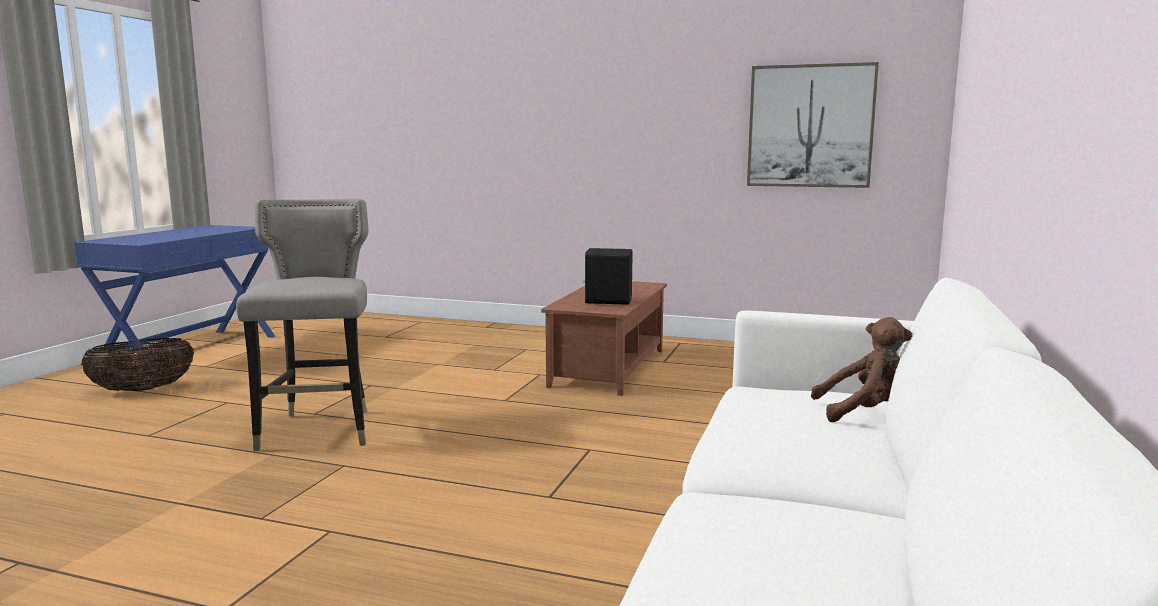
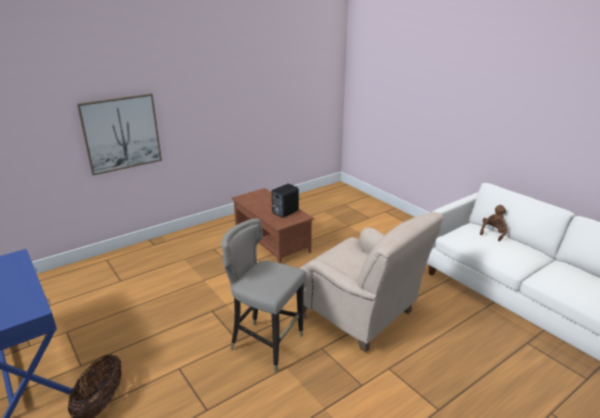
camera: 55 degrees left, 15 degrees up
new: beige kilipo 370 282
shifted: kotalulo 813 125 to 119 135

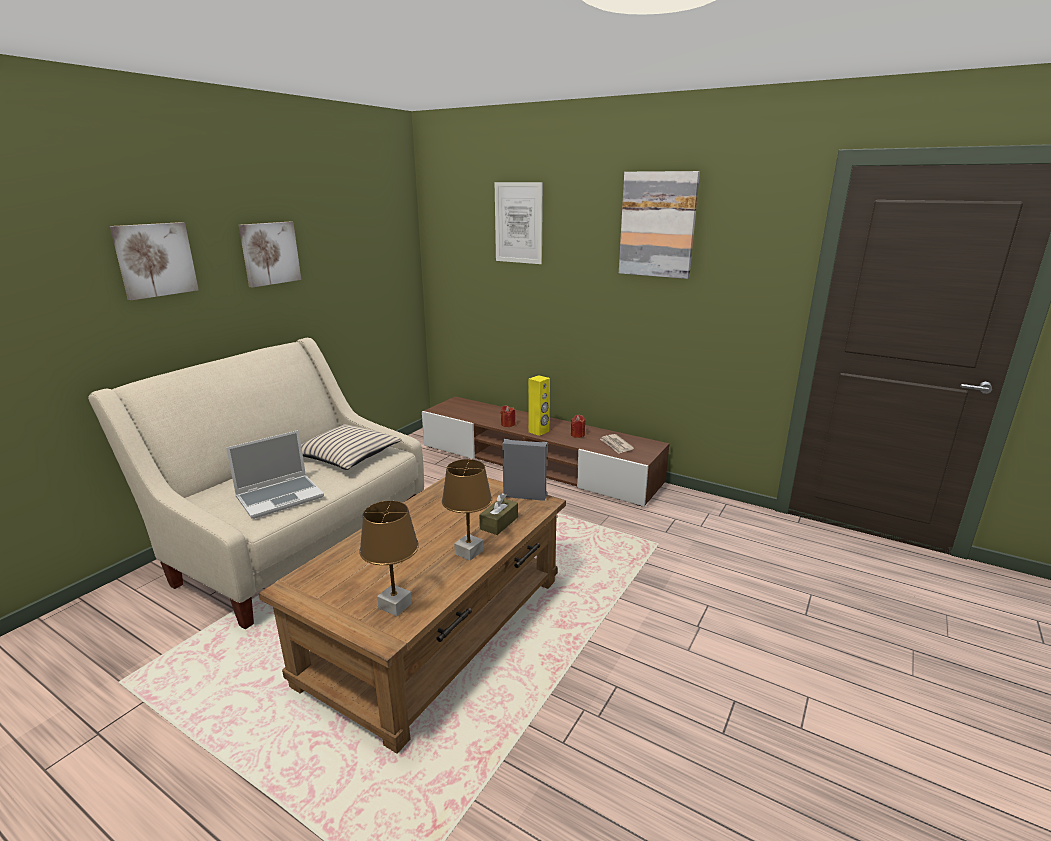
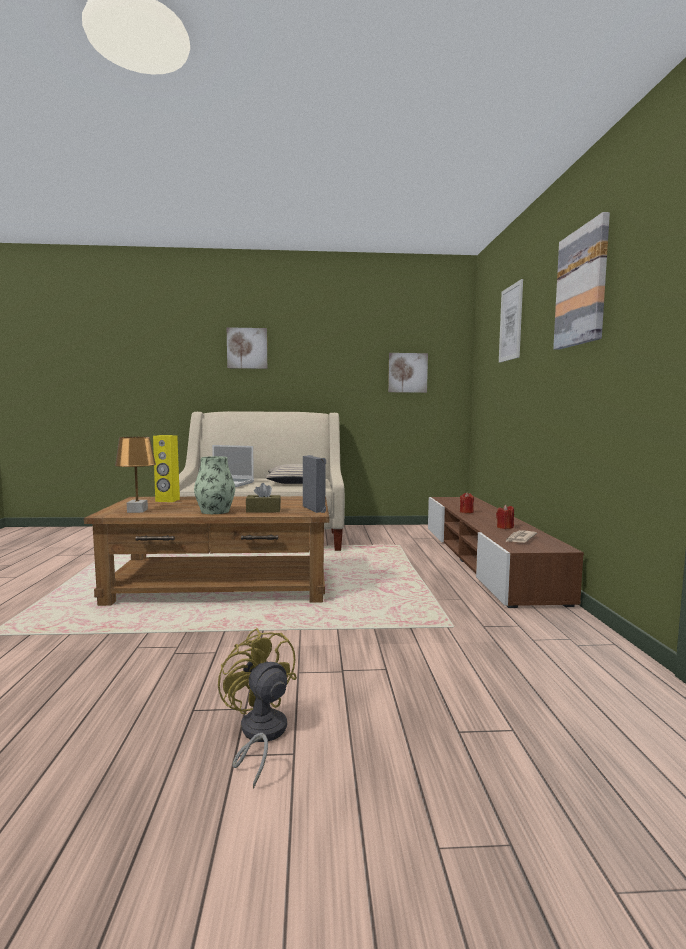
camera: 55 degrees right, 15 degrees down
new: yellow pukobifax 257 708
shifted: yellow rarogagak 539 405 to 166 468; kotalulo 270 255 to 408 373
swapped: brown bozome 467 510 to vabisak 214 485

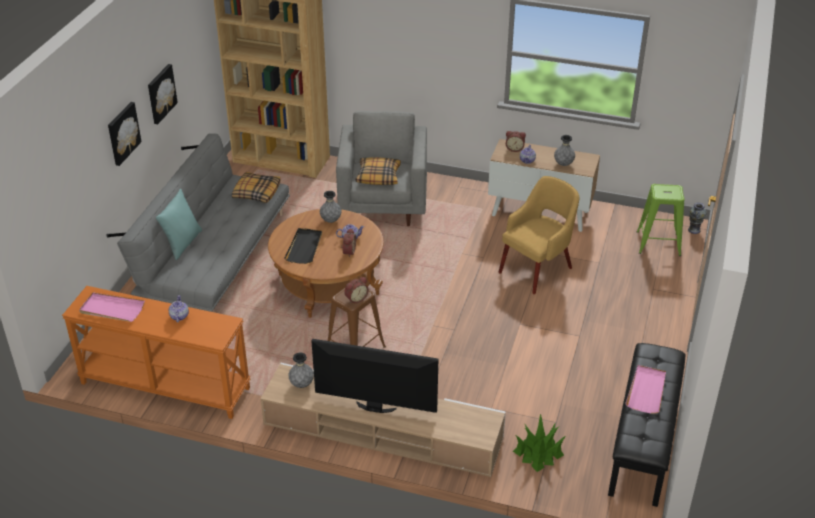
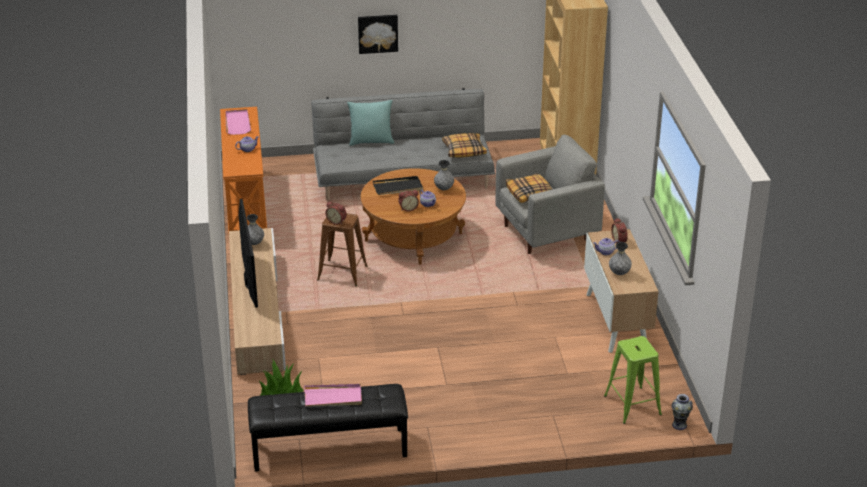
camera: 65 degrees right, 5 degrees down
gone: kotalulo 163 94; yellow kilipo 539 235

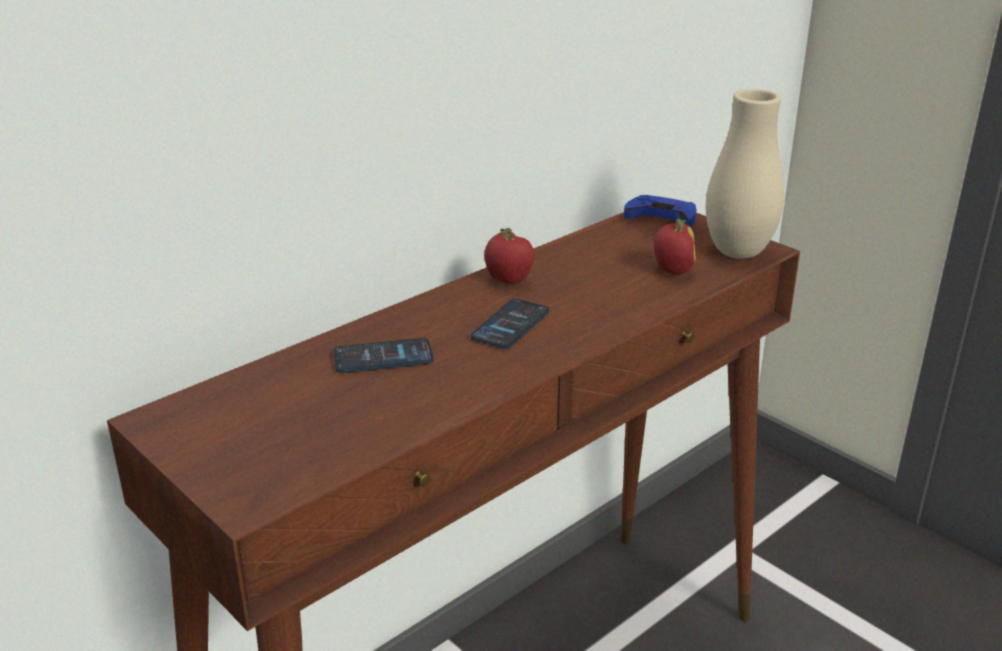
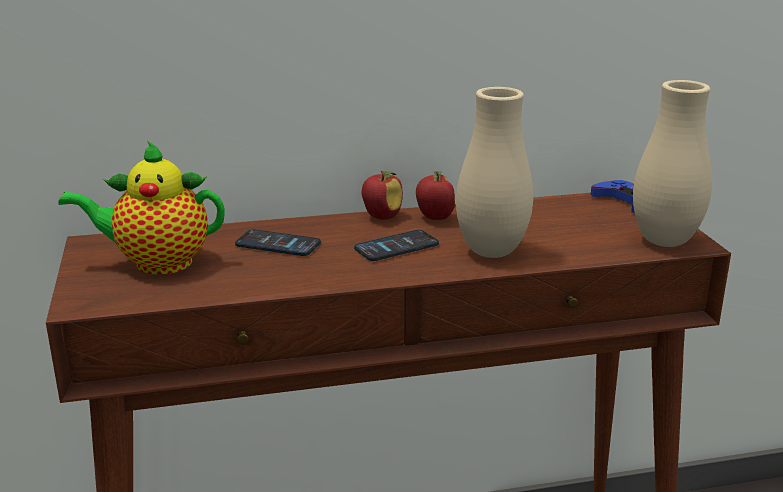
camera: 30 degrees right, 5 degrees down
new: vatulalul 141 207; beige vabisak 494 172
shifted: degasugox 674 246 to 382 195

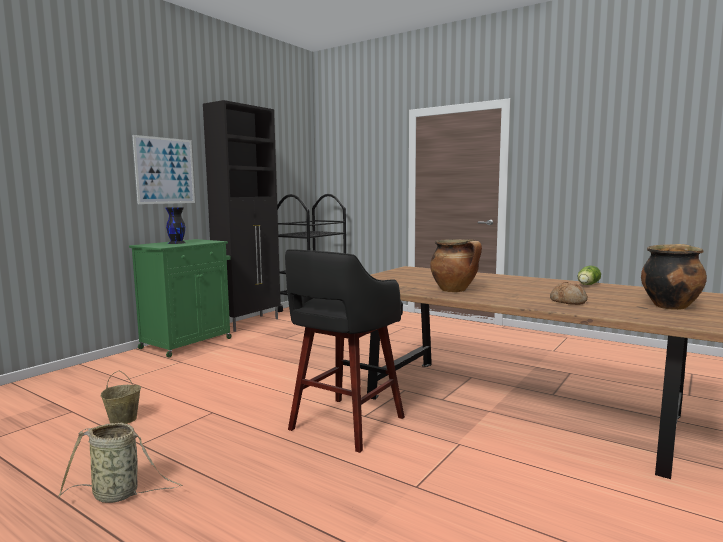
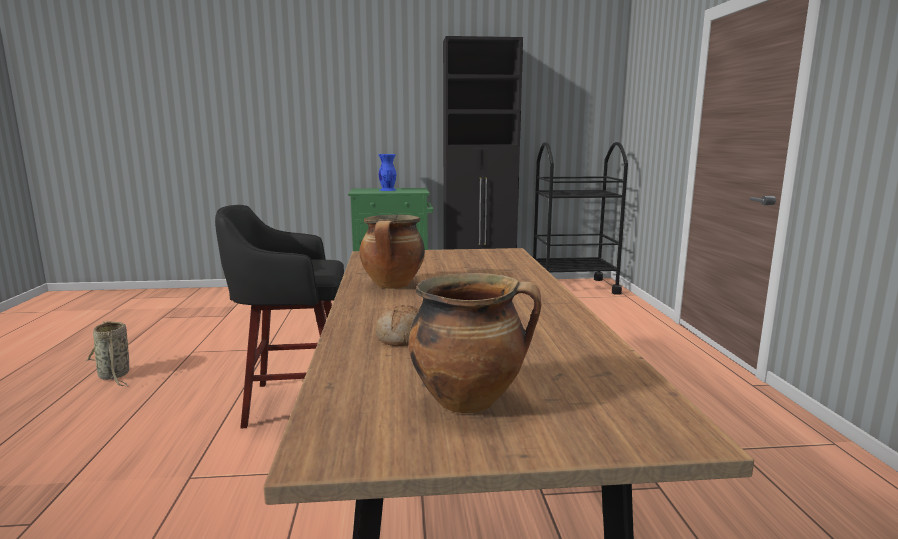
camera: 50 degrees right, 5 degrees up
gone: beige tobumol 121 397; kotalulo 164 169; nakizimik 589 275
repainted: black vabisak 176 225 to blue vabisak 387 172

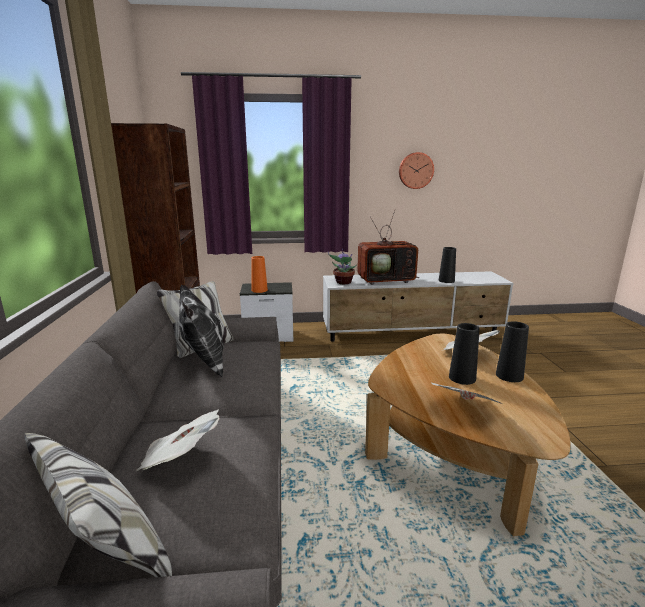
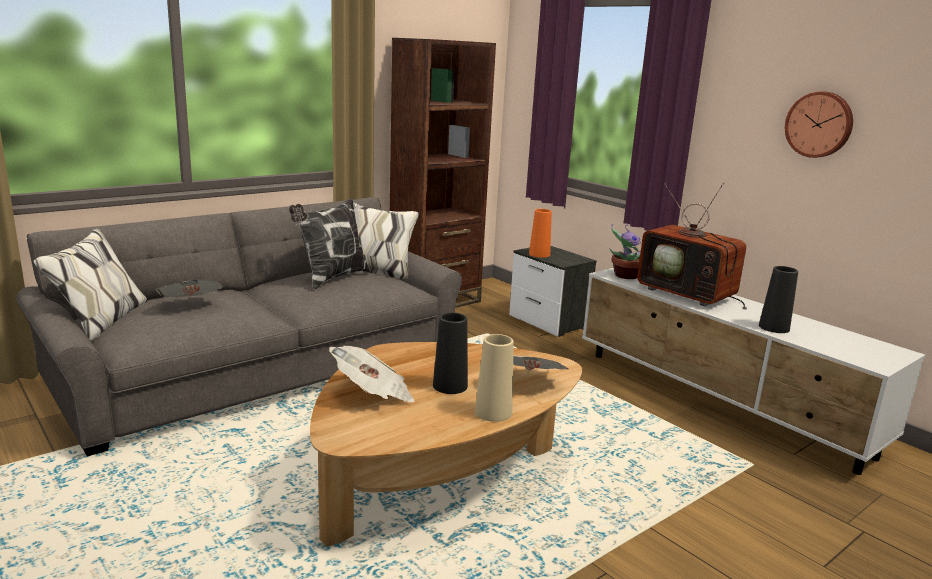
camera: 55 degrees right, 0 degrees up
repainted: black vabisak 512 351 to beige vabisak 494 378

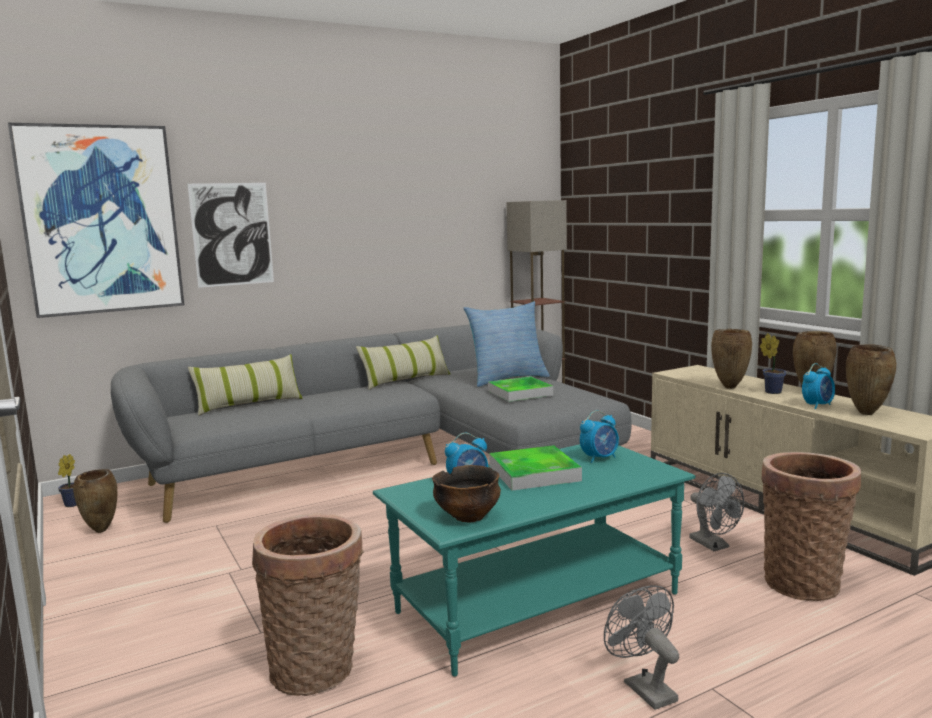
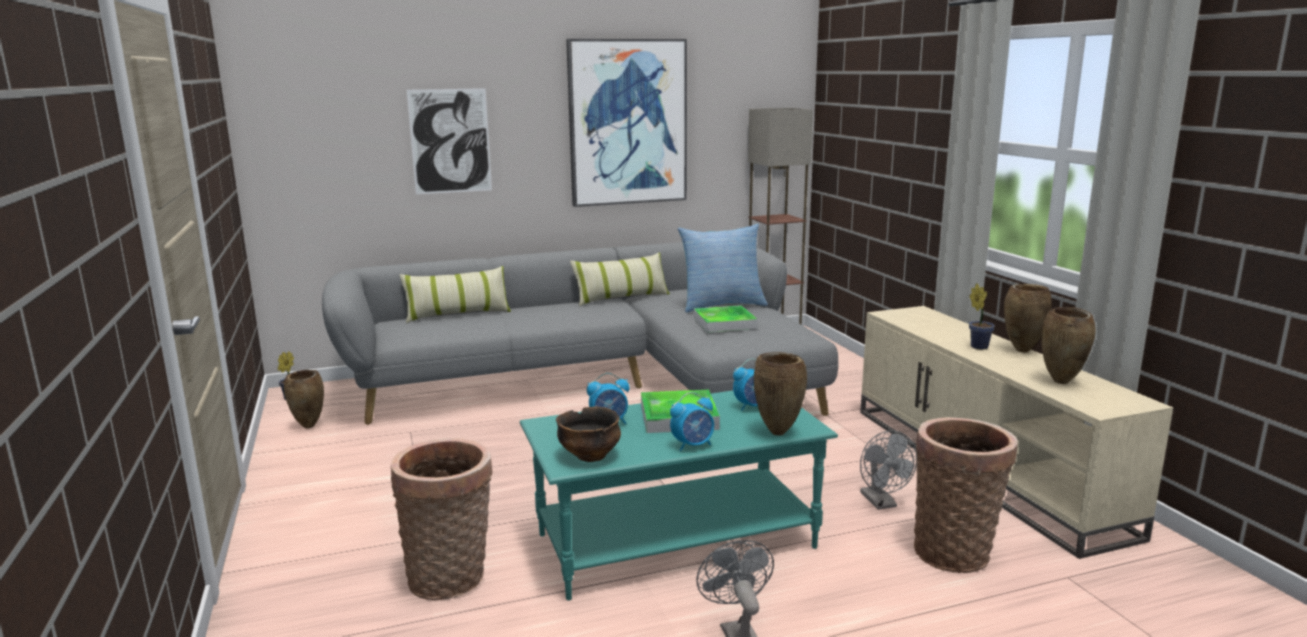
camera: 10 degrees right, 5 degrees up
shifted: kotalulo 96 220 to 626 123; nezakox 818 386 to 692 422; brown vabisak 731 359 to 780 394

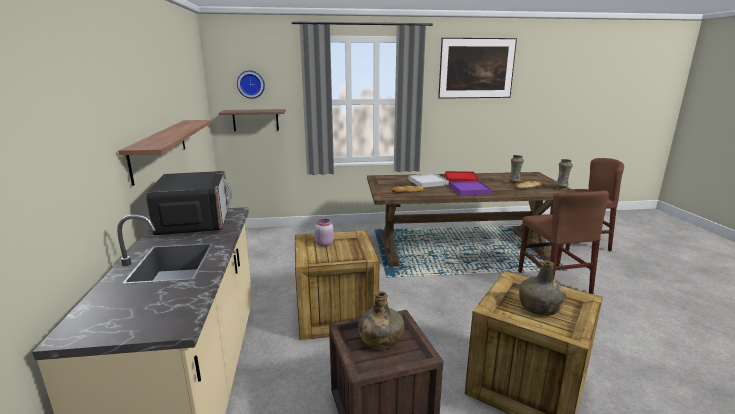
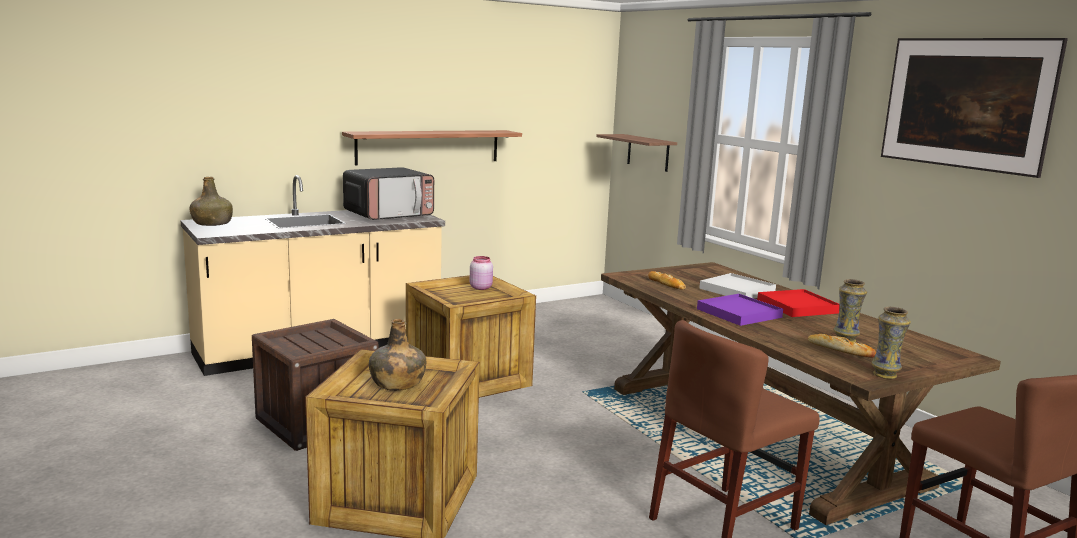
camera: 65 degrees right, 5 degrees down
gone: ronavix 251 84
shifted: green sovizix 381 320 to 211 201

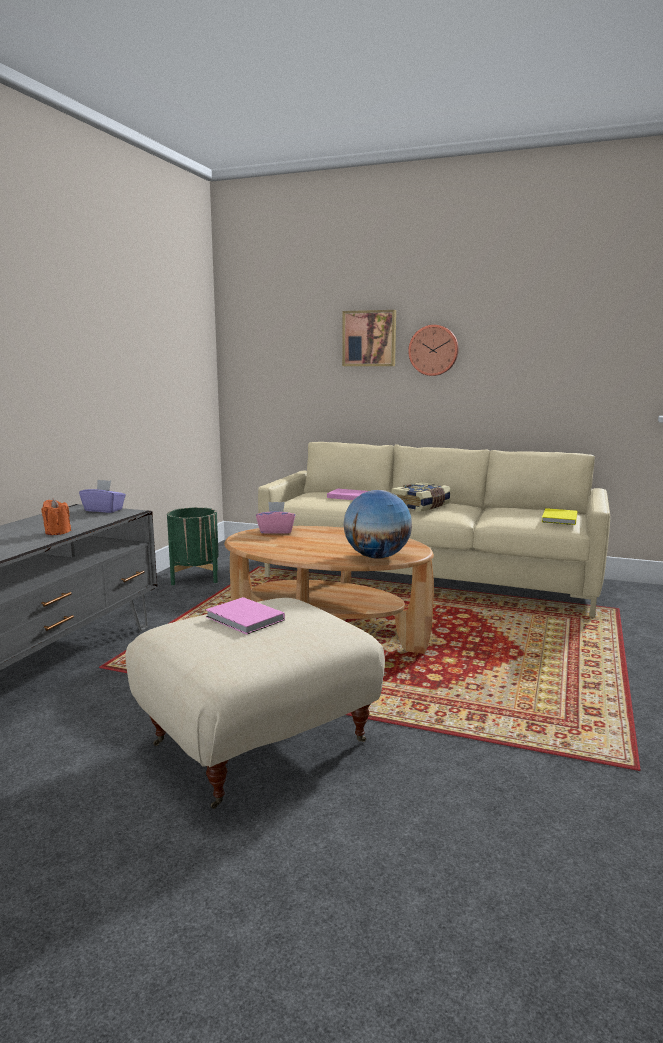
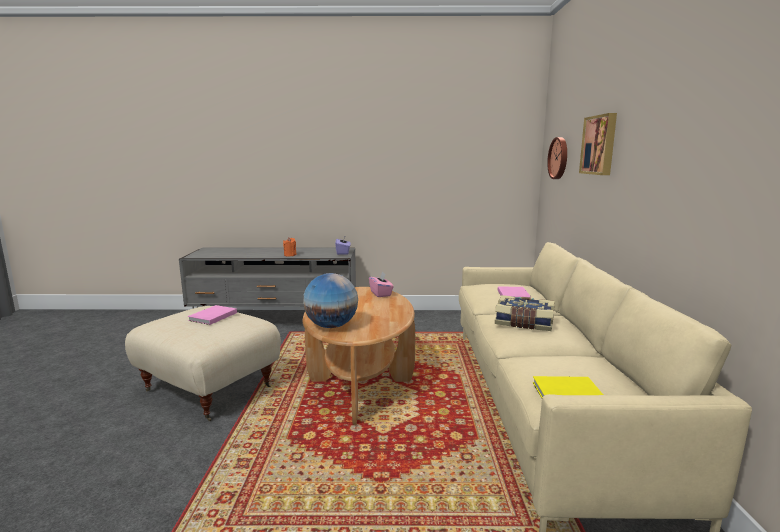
camera: 70 degrees right, 0 degrees up
gone: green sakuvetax 193 546
shifted: ronavix 433 350 to 557 158

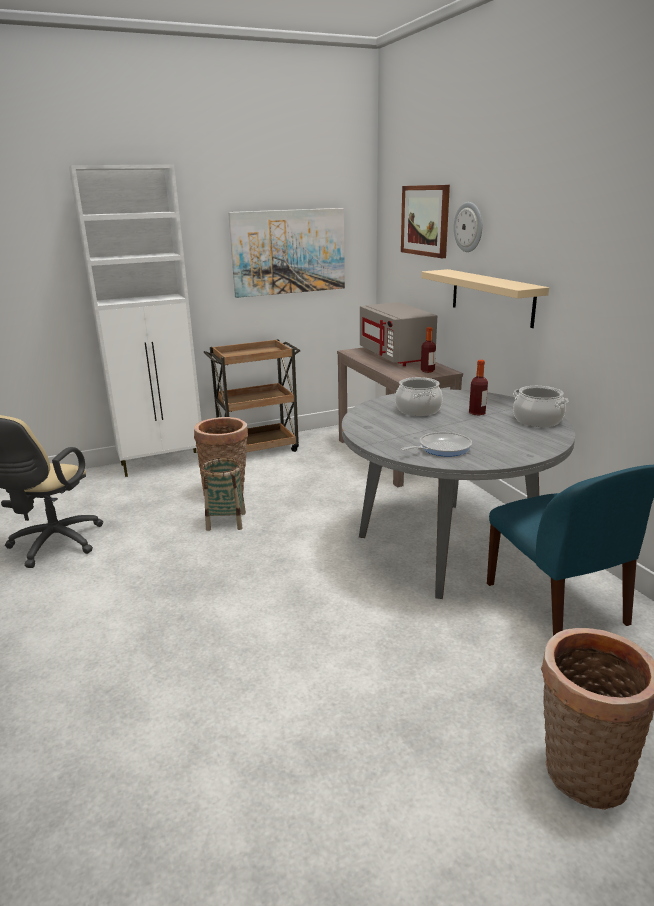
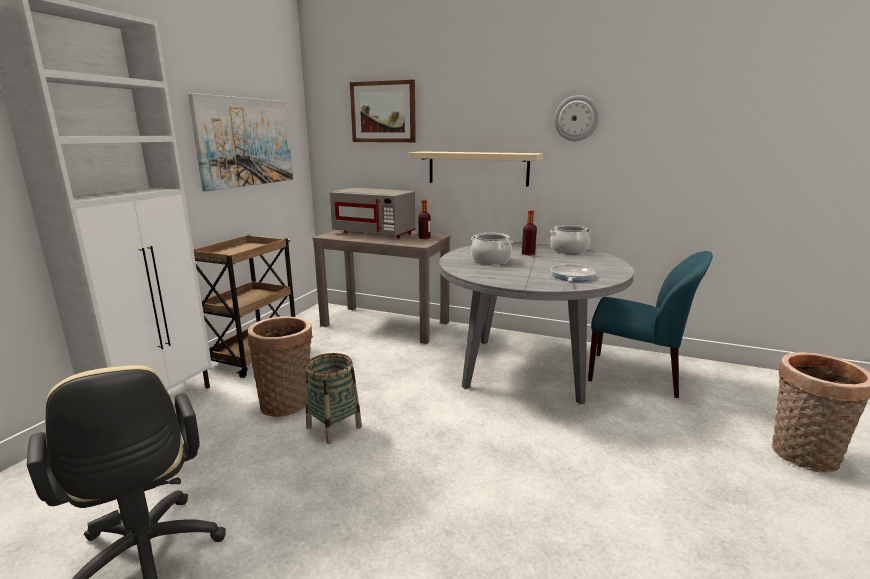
camera: 45 degrees left, 5 degrees down
shifted: ronavix 468 227 to 576 118

